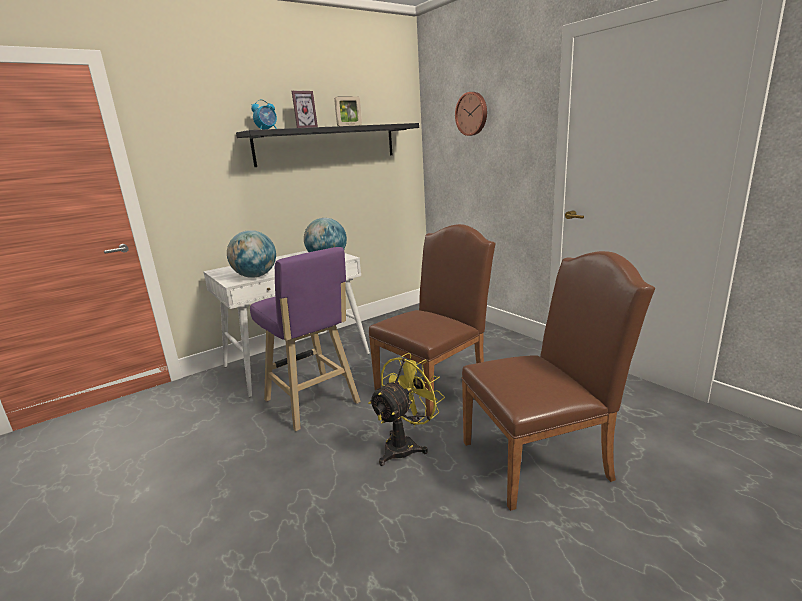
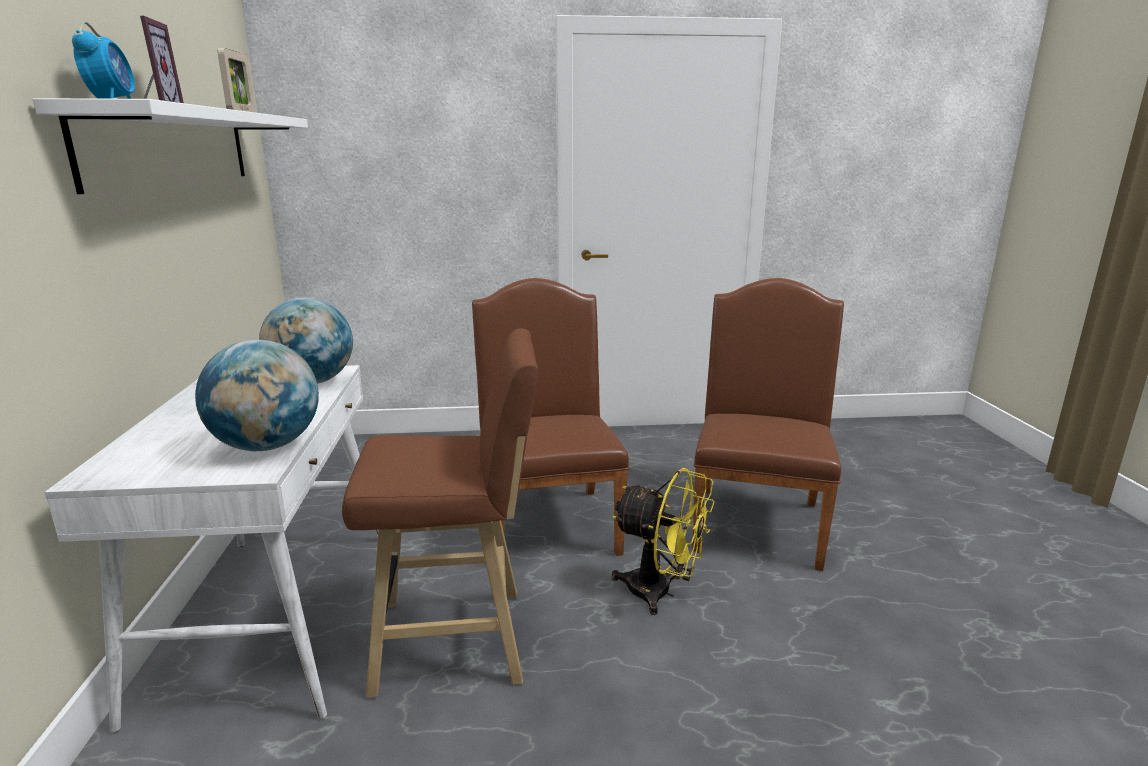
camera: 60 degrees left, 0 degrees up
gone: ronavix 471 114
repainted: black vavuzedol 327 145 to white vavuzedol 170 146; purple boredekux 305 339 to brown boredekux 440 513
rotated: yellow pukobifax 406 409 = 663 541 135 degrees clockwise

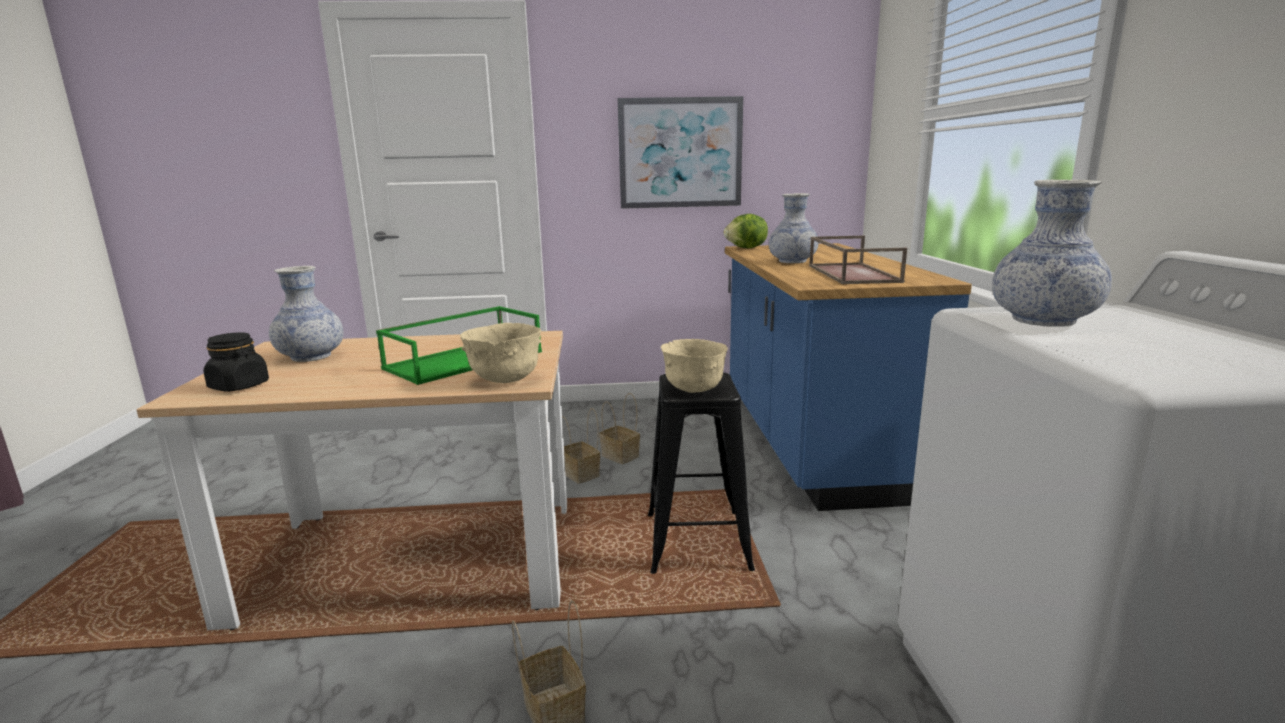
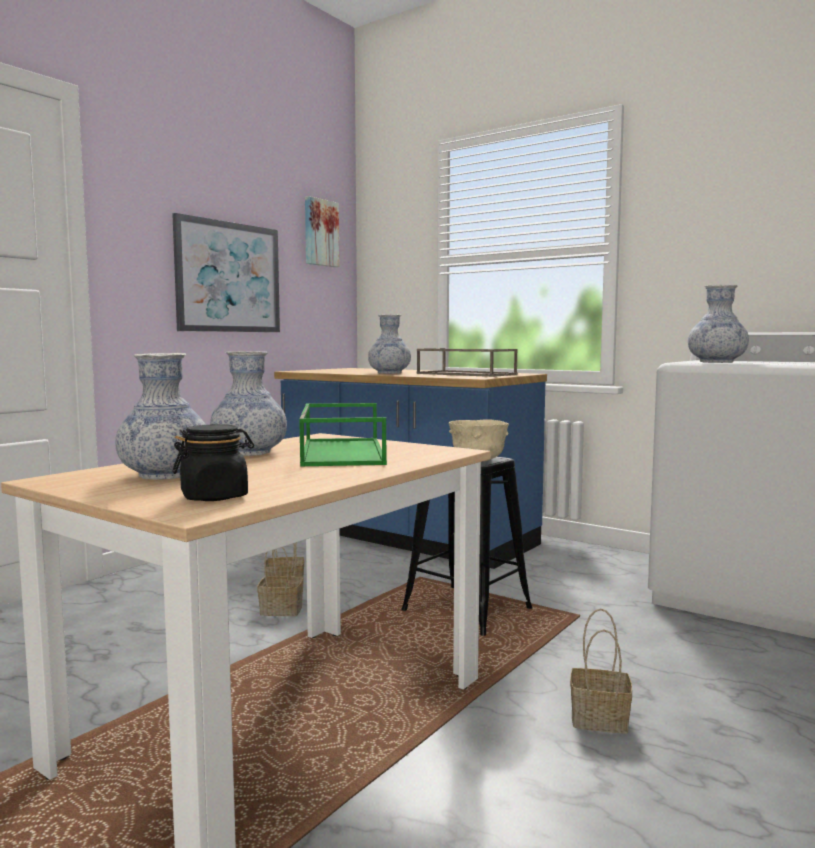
camera: 50 degrees left, 10 degrees down
gone: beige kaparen 500 353; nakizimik 746 231
new: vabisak 248 403; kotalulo 322 231

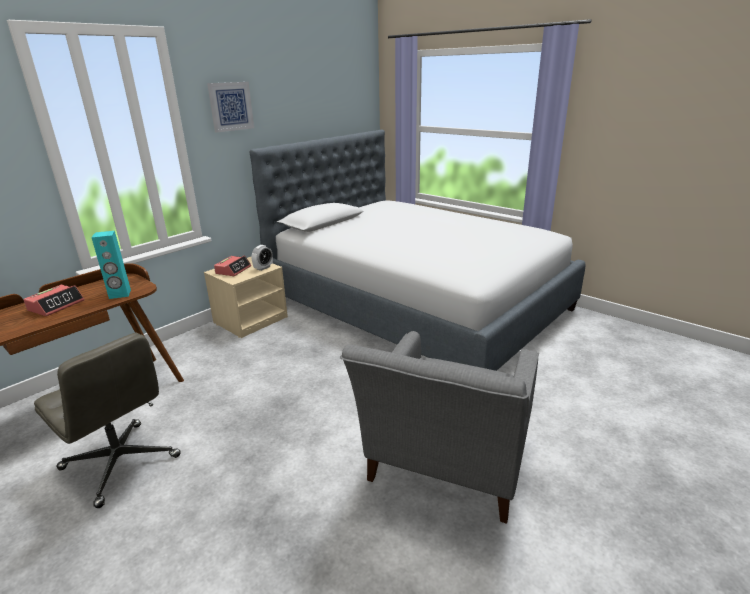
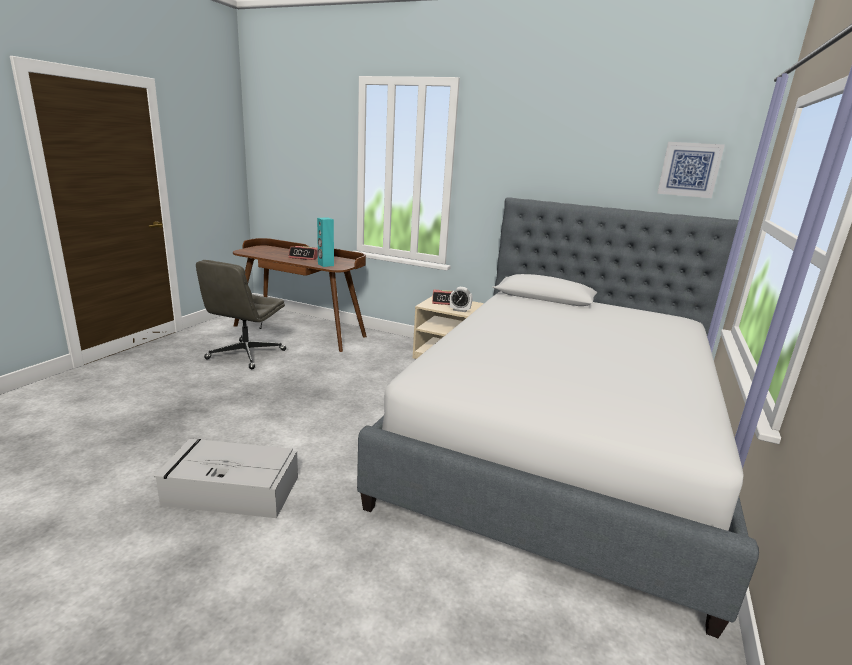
camera: 70 degrees right, 5 degrees down
shifted: kotalulo 230 107 to 691 170
swapped: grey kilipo 439 427 to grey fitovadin 226 478

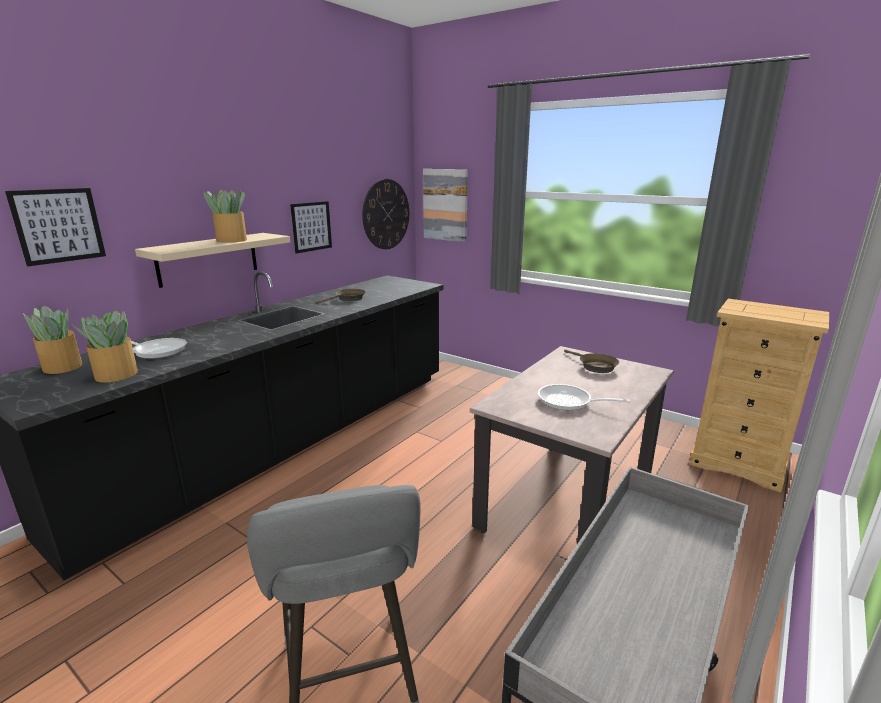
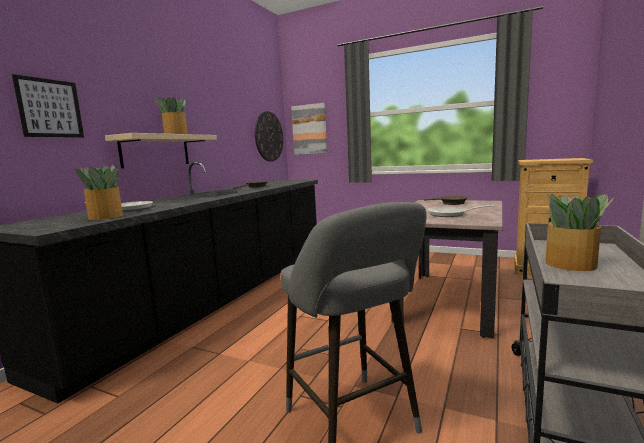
camera: 10 degrees left, 10 degrees down
gone: kotalulo 311 227
shifted: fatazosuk 52 340 to 579 232

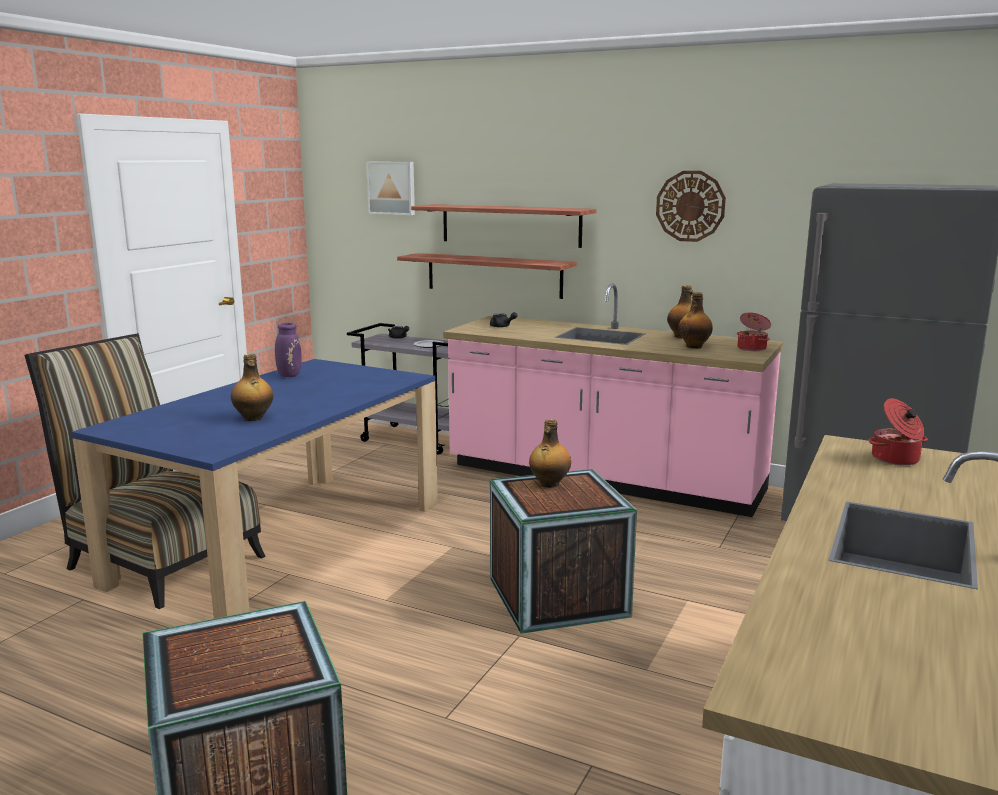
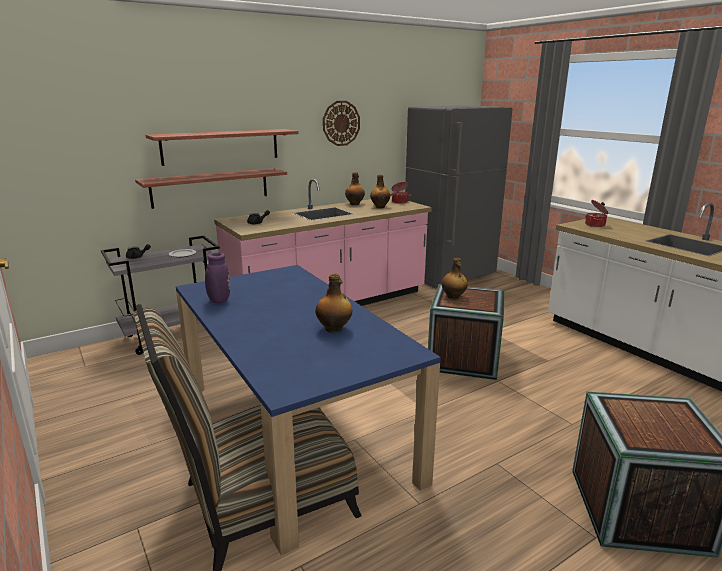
camera: 60 degrees left, 5 degrees up
gone: kotalulo 390 188

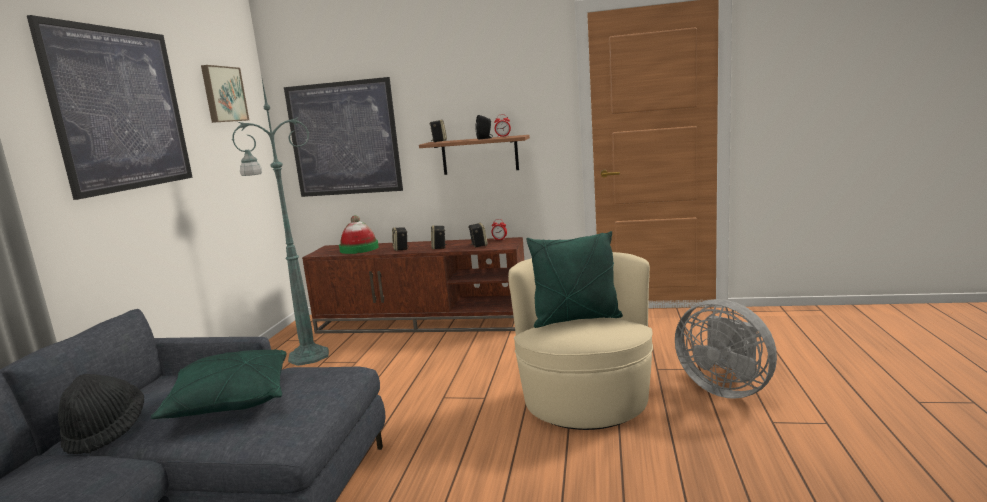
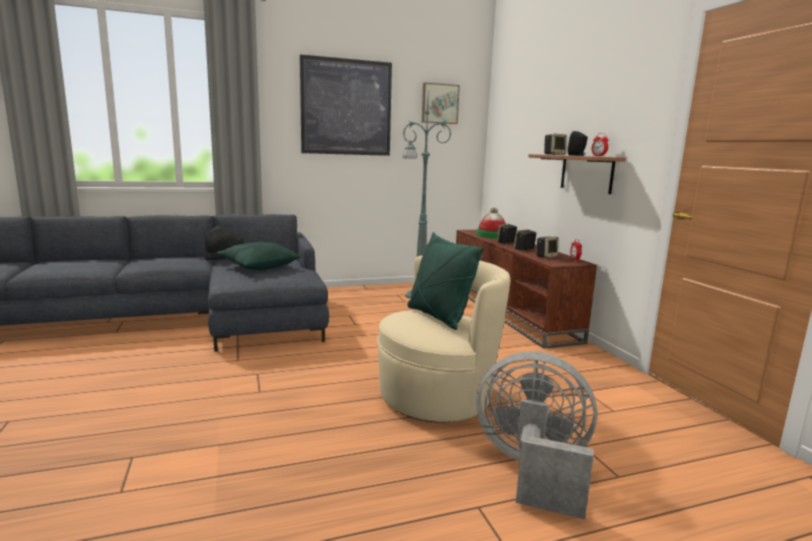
camera: 60 degrees right, 0 degrees up
gone: kotalulo 343 137
rotated: grey pukobifax 726 349 = 536 435 90 degrees clockwise

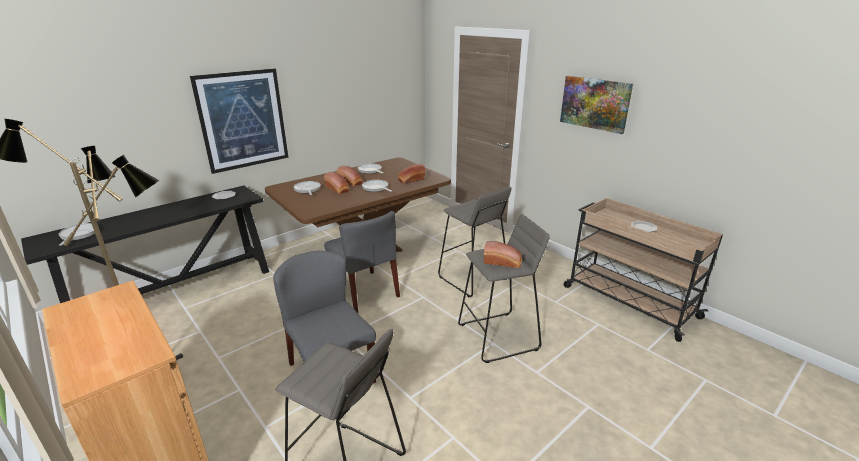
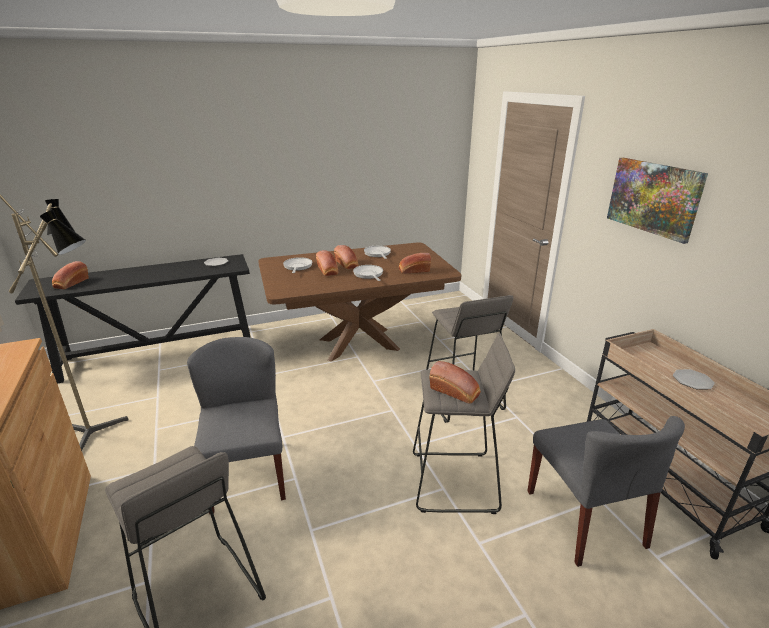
camera: 20 degrees right, 0 degrees up
gone: kotalulo 239 121
shifted: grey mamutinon 362 262 to 606 491
swapped: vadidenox 77 234 to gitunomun 70 275

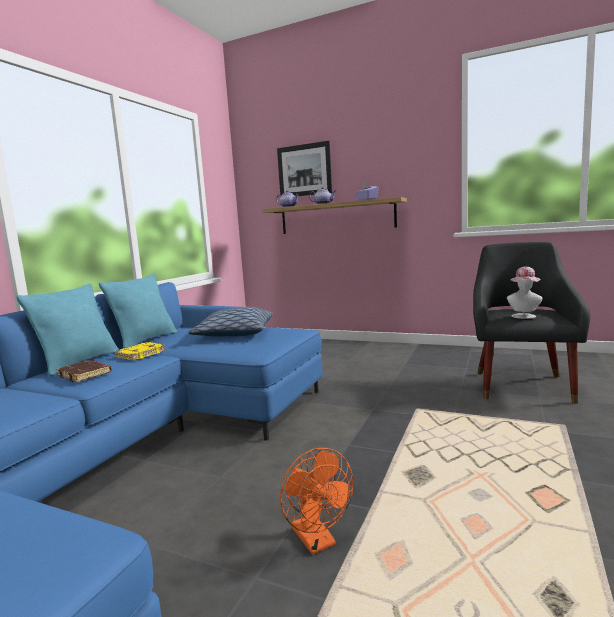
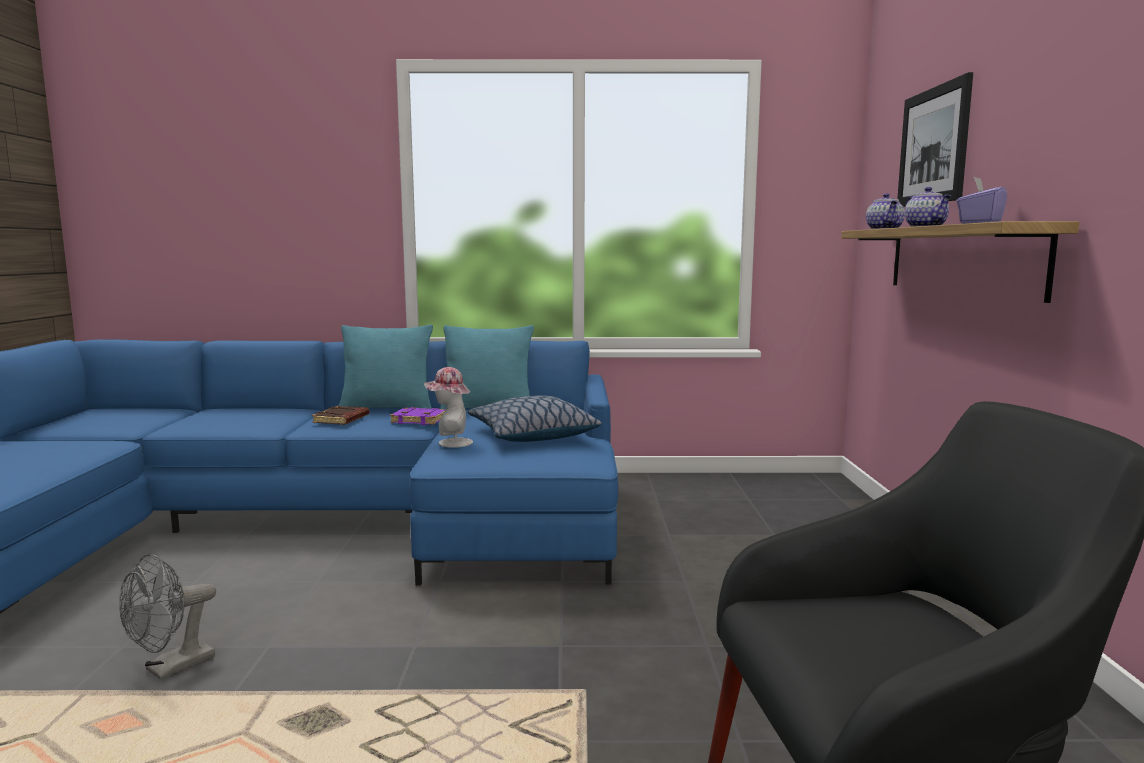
camera: 65 degrees right, 0 degrees up
shifted: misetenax 525 293 to 448 407
repainted: orange pukobifax 316 501 to grey pukobifax 167 617; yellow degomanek 140 351 to purple degomanek 418 416

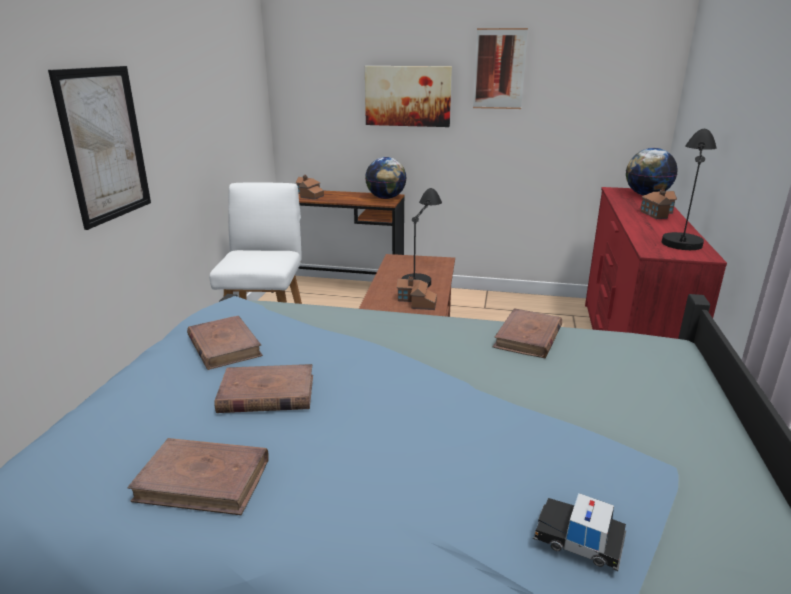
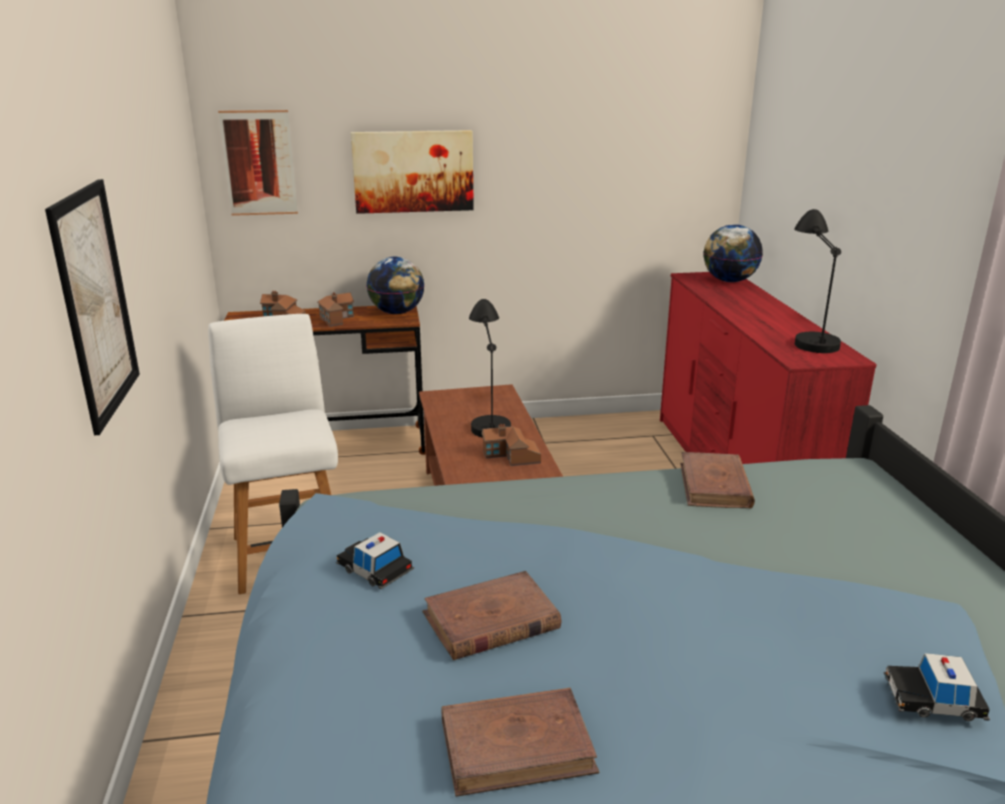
camera: 20 degrees left, 0 degrees up
shifted: kotalulo 500 68 to 258 163; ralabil 658 204 to 335 309
swapped: brown degomanek 225 343 to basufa 375 560

